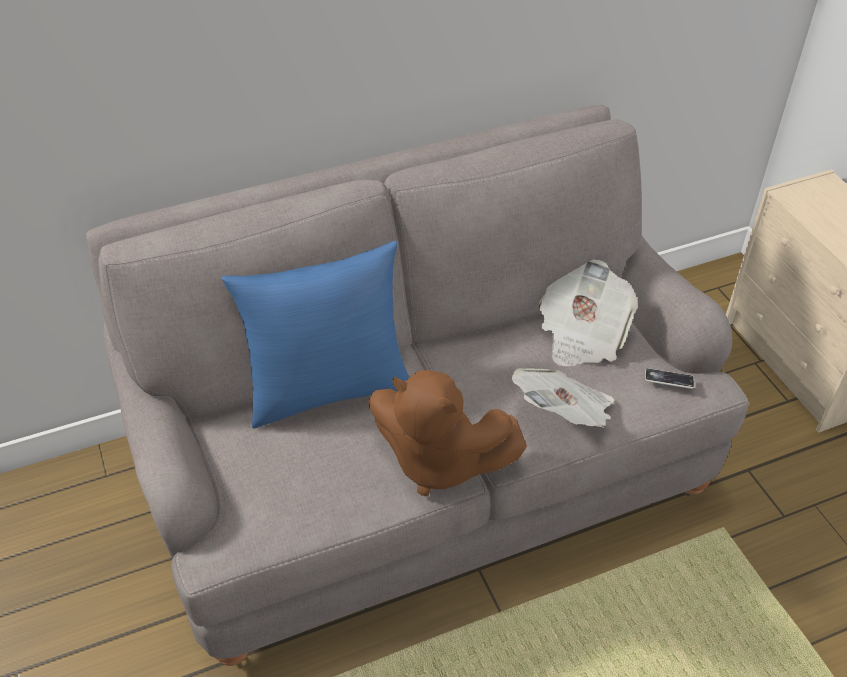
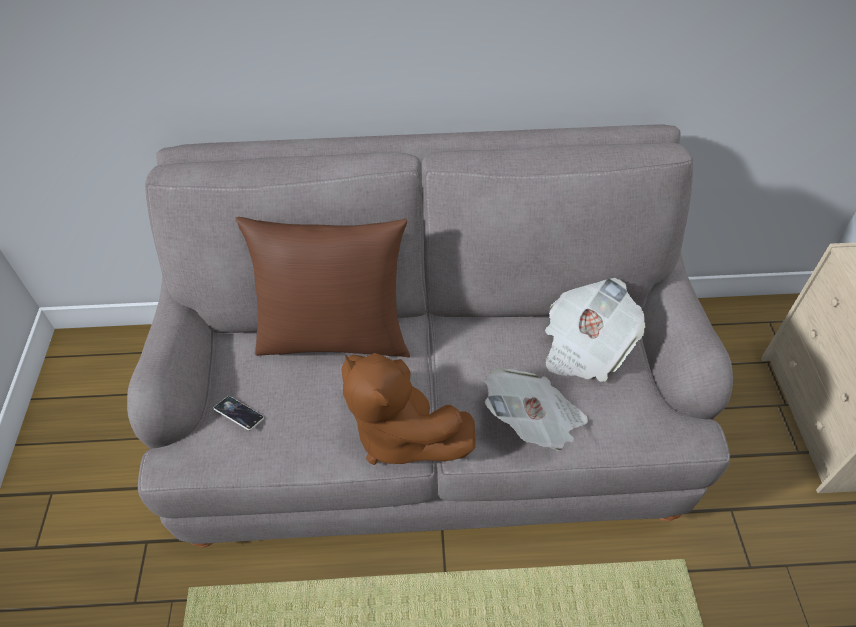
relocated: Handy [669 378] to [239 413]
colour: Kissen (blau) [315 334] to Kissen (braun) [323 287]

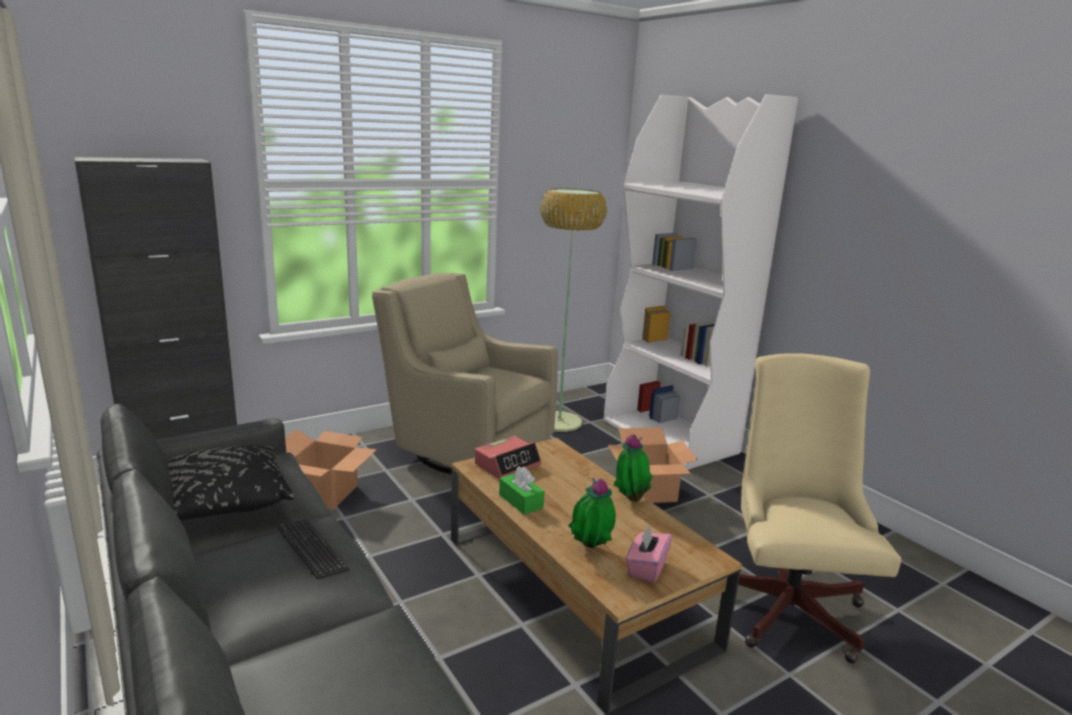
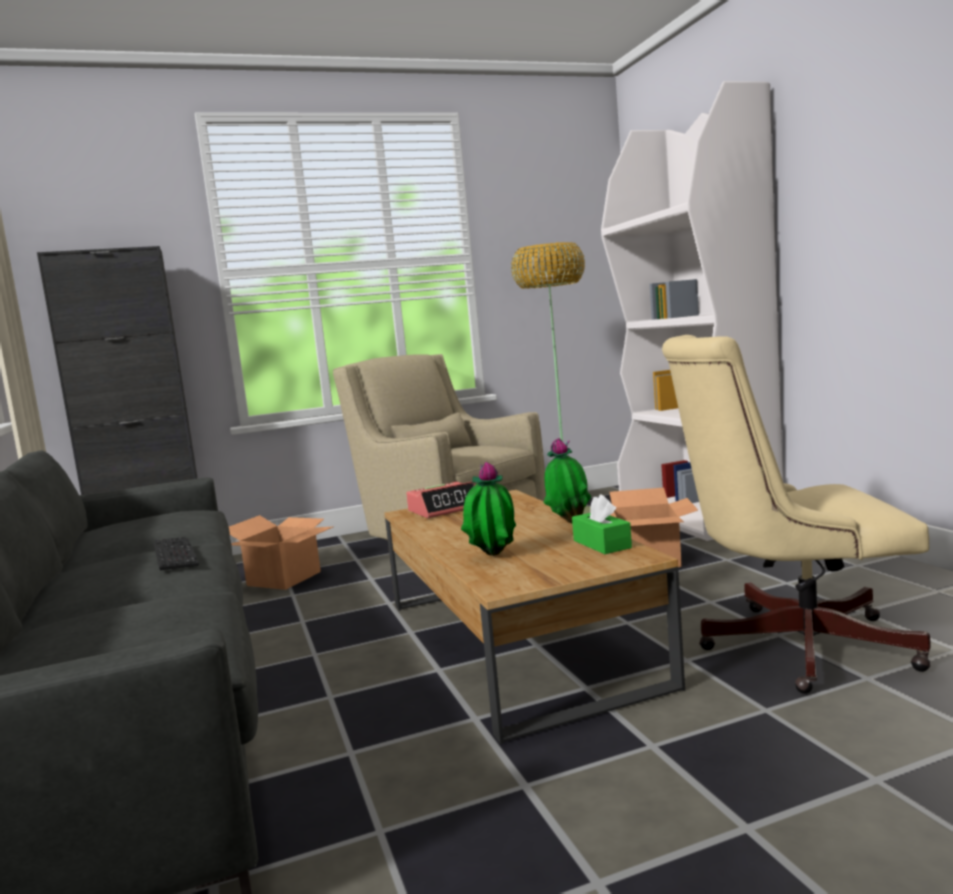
missing: Kissen (schwarz) [231 483]; Taschentuchbox (rosa) [649 554]
relocated: Taschentuchbox (grün) [521 490] to [602 524]
spun: Bürostuhl (beige) [820 508] = [796 514] 105 degrees counterclockwise

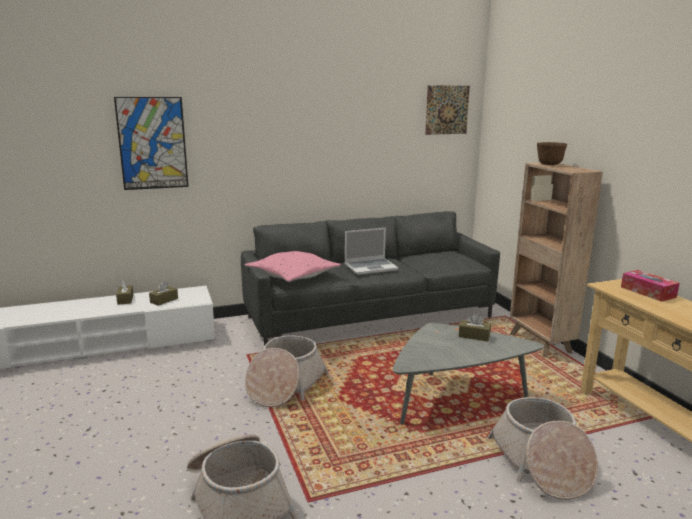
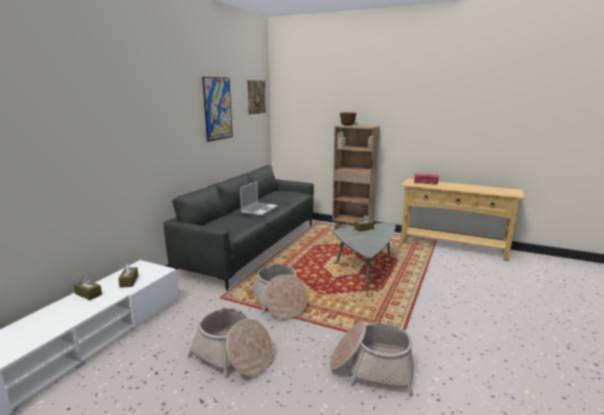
missing: Kissen (rosa) [293 266]
relocated: Bild [151 143] to [217 109]; Korb [542 448] to [230 343]

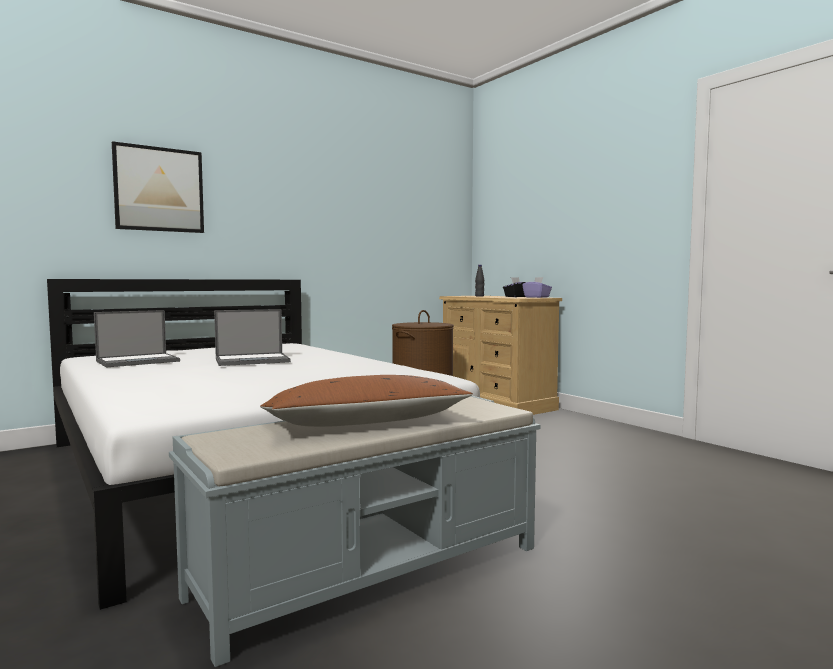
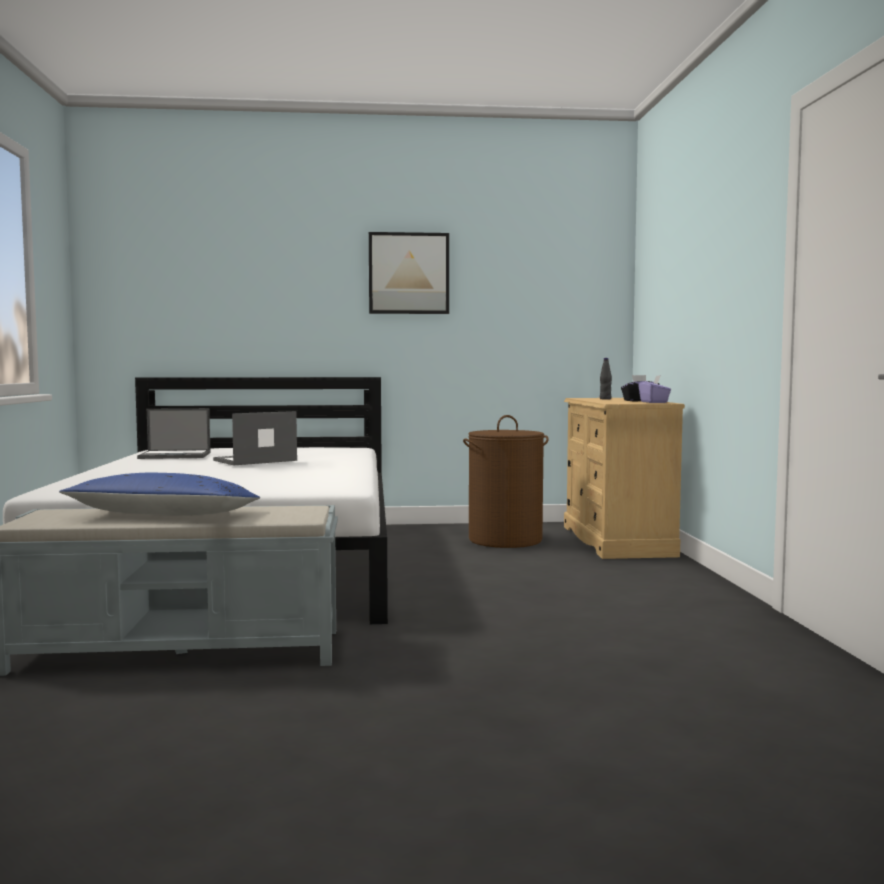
relocated: Bild [158 187] to [409 273]
colour: Kissen (braun) [366 401] to Kissen (blau) [159 494]
spun: Laptop [252 337] = [255 438] 135 degrees clockwise

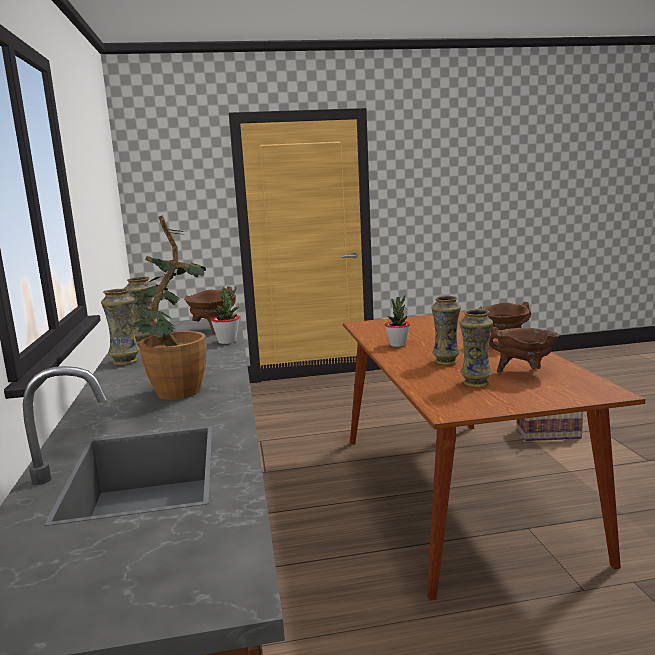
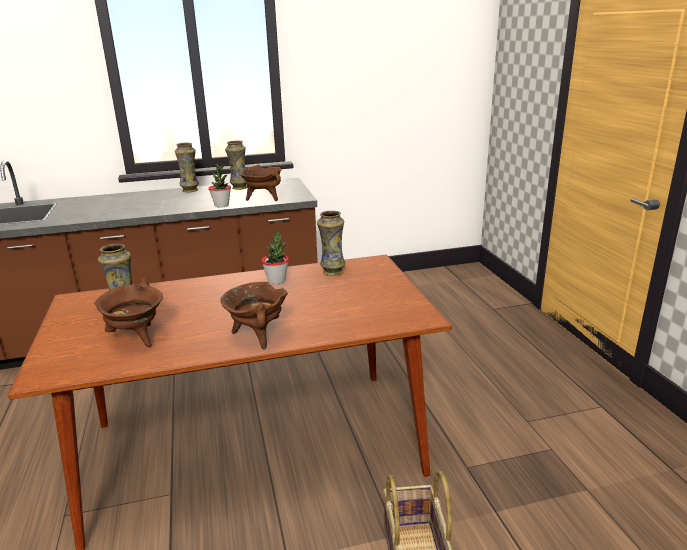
missing: Topfpflanze [168 307]
relocated: Vase [446 330] to [331 243]

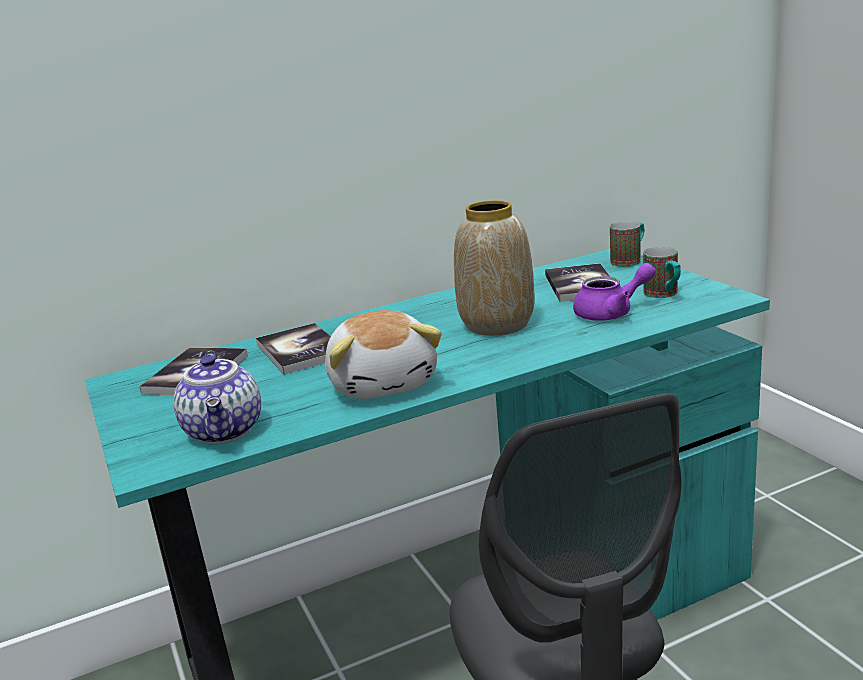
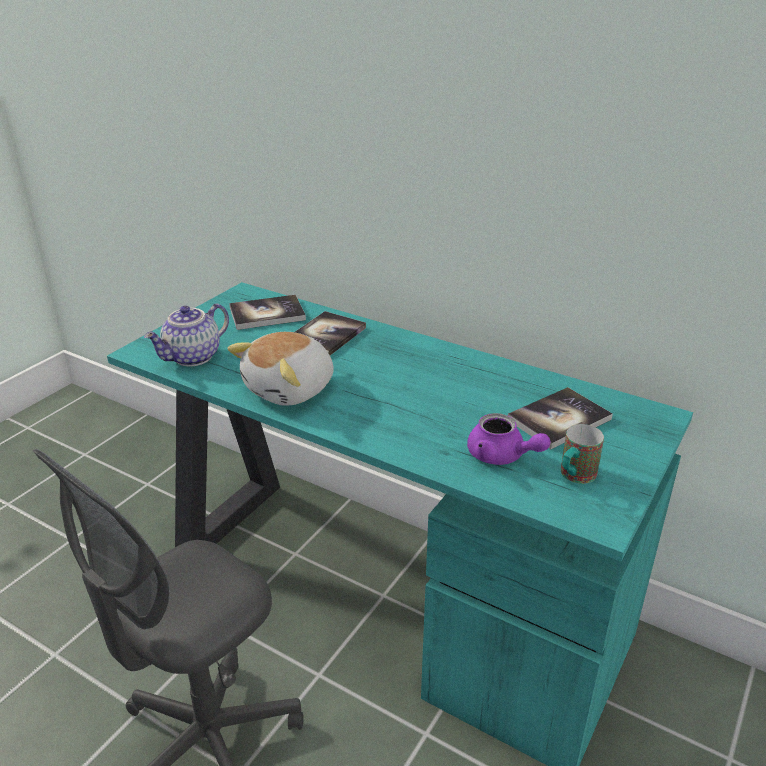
missing: Vase [494 268]; Henkelbecher [627 244]

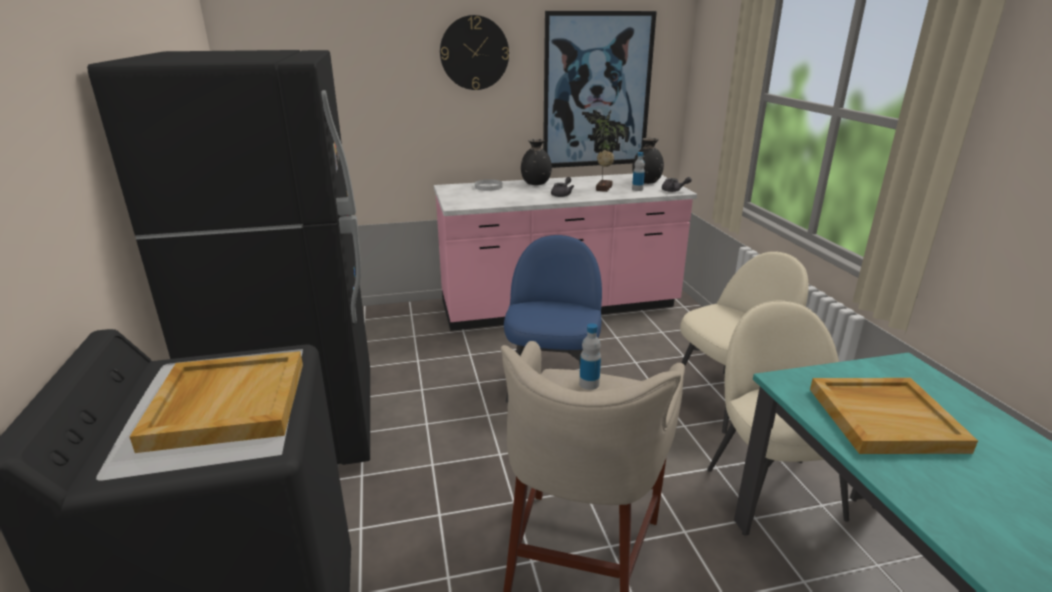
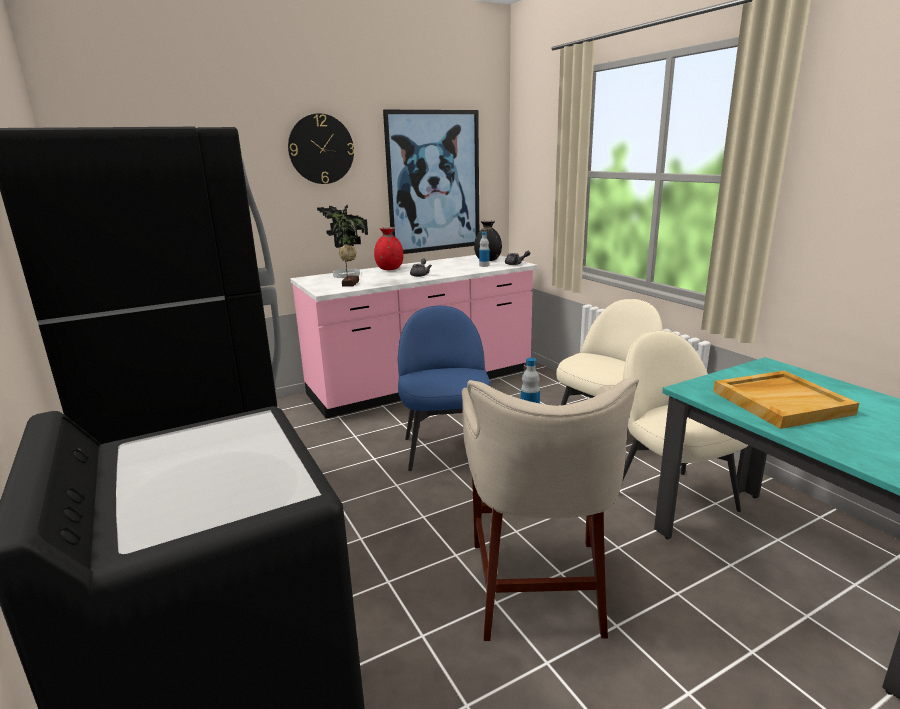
missing: Tablett (beige) [216 402]
relocated: Topfpflanze [605 151] to [342 246]
colour: Vase (schwarz) [536 162] to Vase (rot) [389 248]

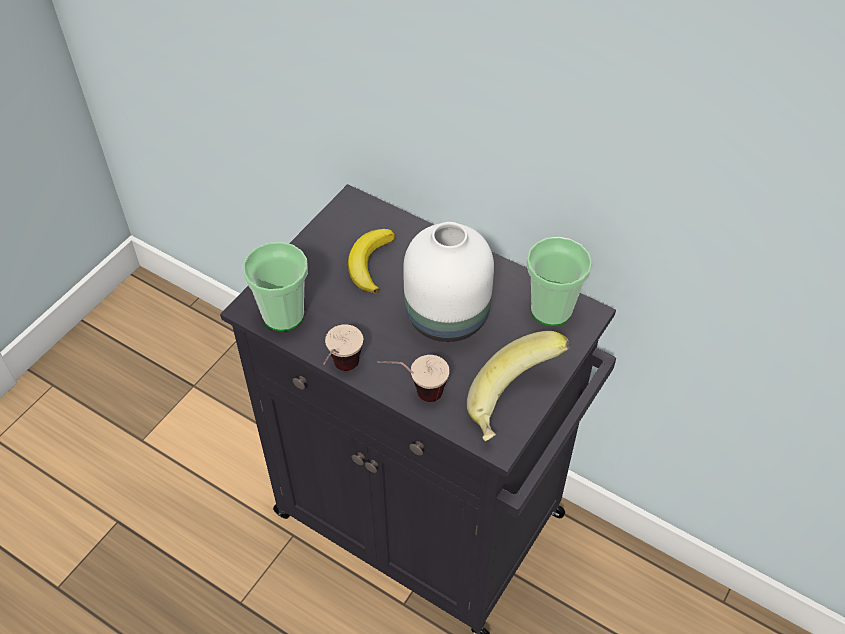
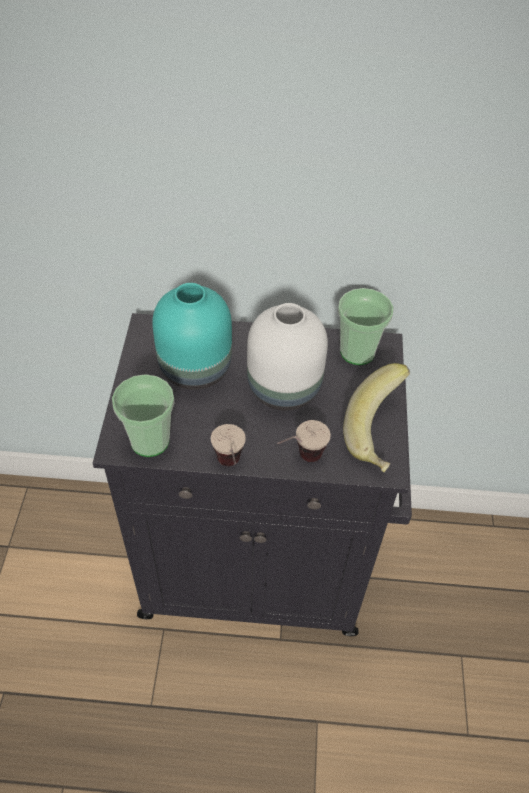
exchanged: Banane [371 261] to Vase (türkis) [192 336]

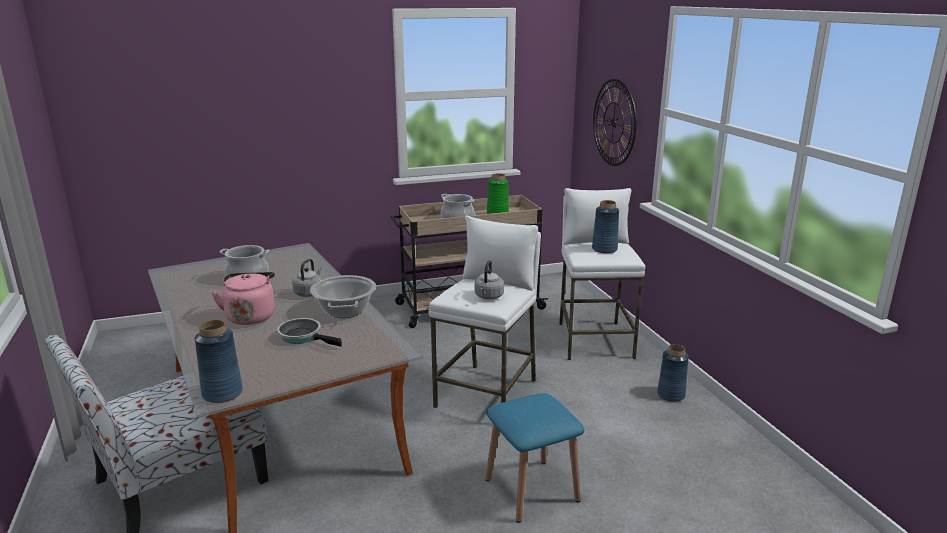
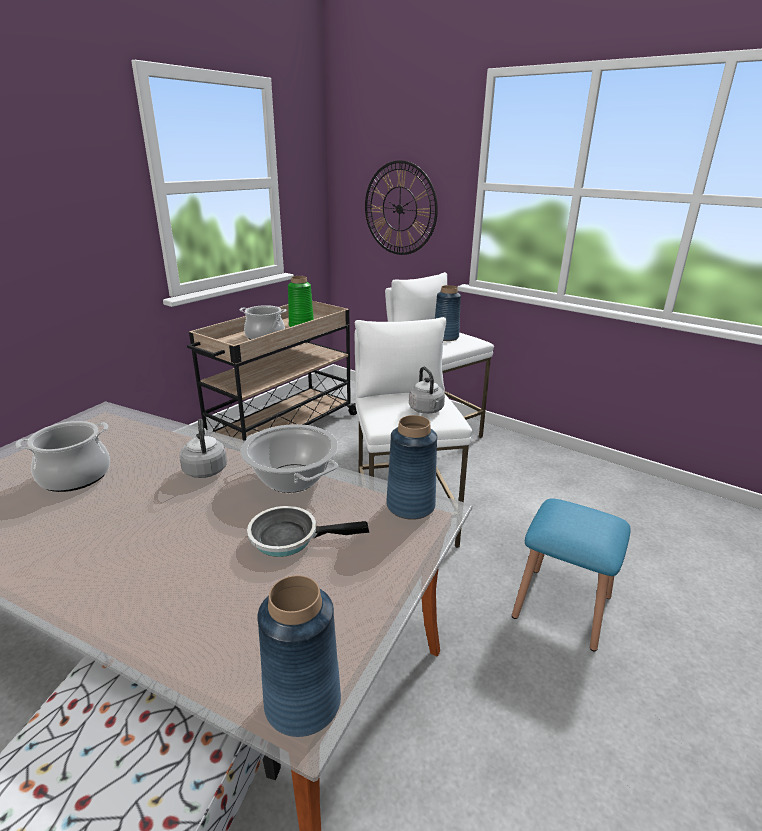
missing: Wasserkessel (rosa) [243 298]
relocated: Vase (blau) [673 373] to [411 467]

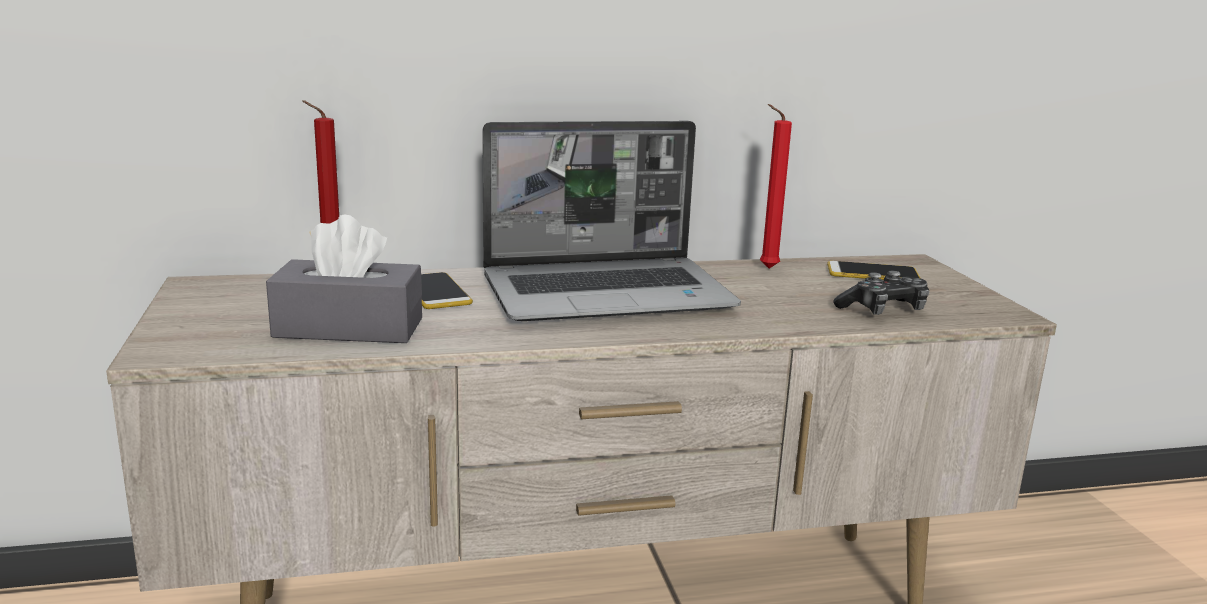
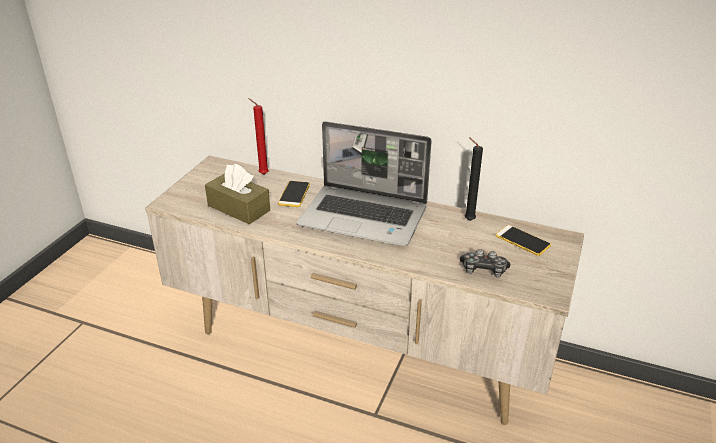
colour: Kerze (rot) [776 186] to Kerze (schwarz) [474 179]; Taschentuchbox (grau) [344 279] to Taschentuchbox (braun) [237 194]

